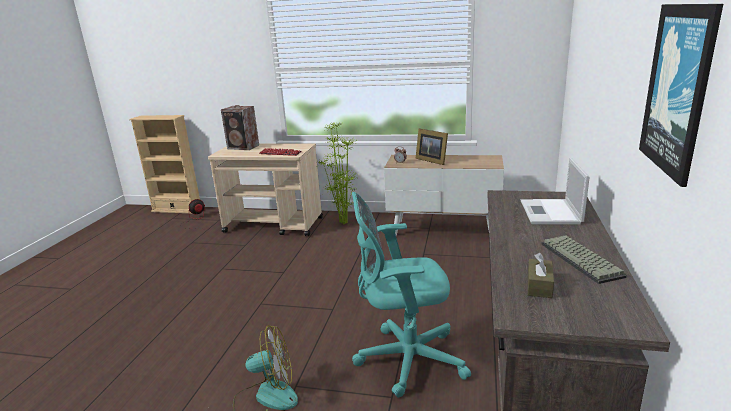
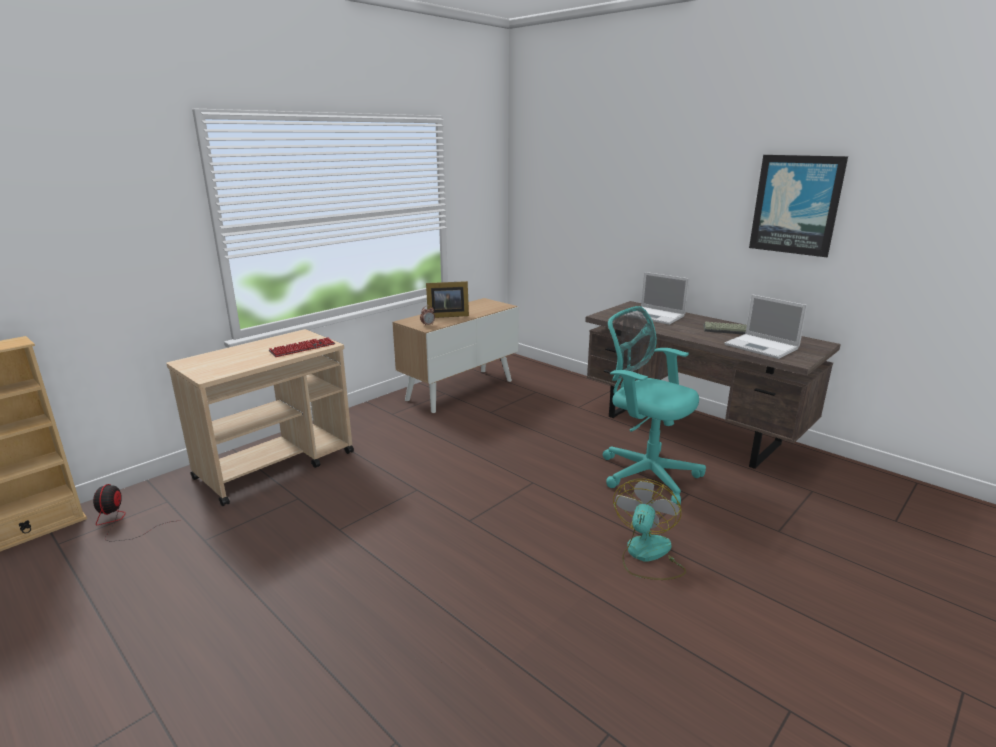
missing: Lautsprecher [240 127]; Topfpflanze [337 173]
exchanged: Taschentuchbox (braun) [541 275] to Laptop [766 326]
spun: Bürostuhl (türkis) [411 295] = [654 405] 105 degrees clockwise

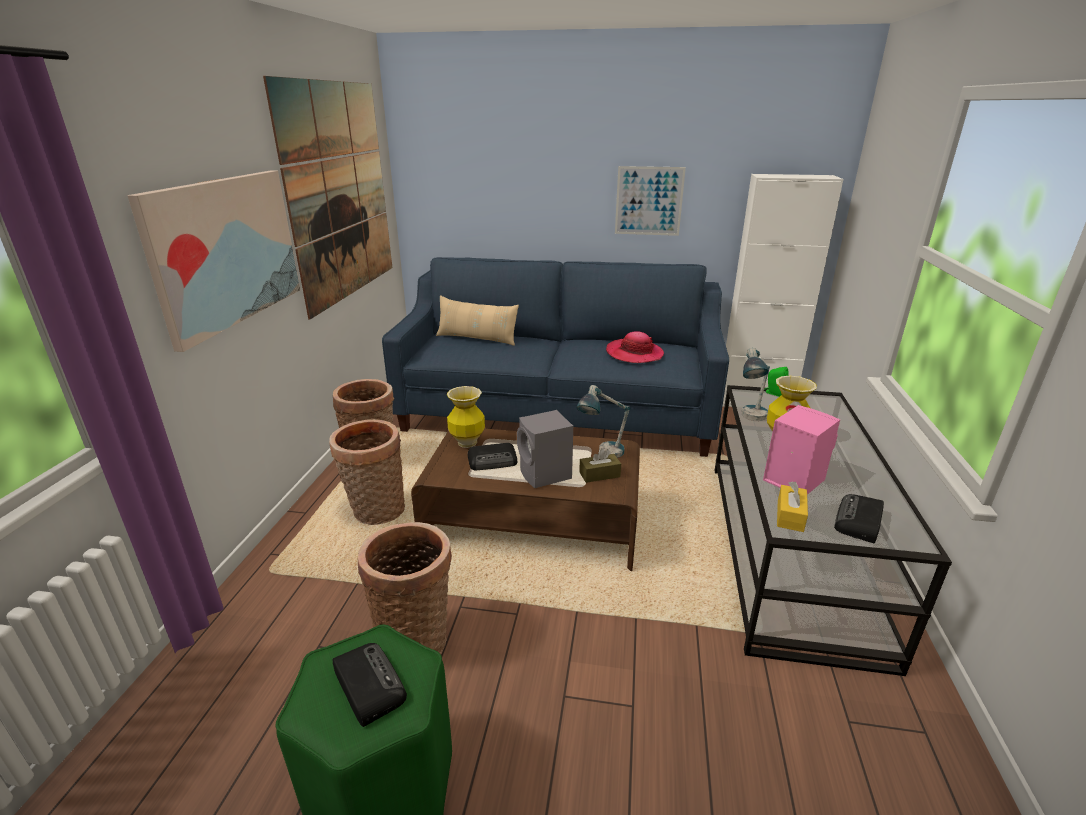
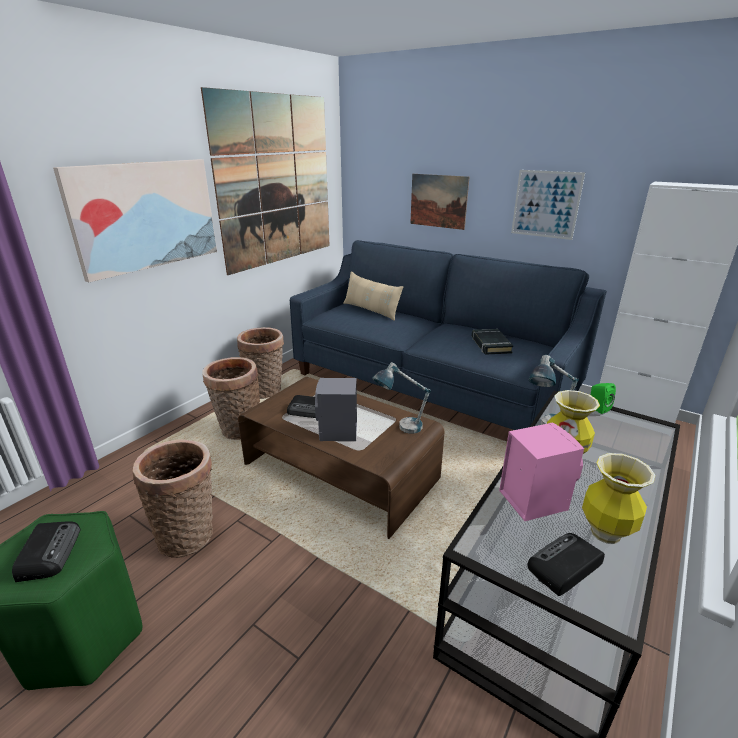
missing: Taschentuchbox (braun) [600 465]; Taschentuchbox (gelb) [792 506]
appeared: Bild [439 202]
relocated: Vase [466 417] to [618 498]
exchanged: Hut [635 347] to Buch (schwarz) [492 342]

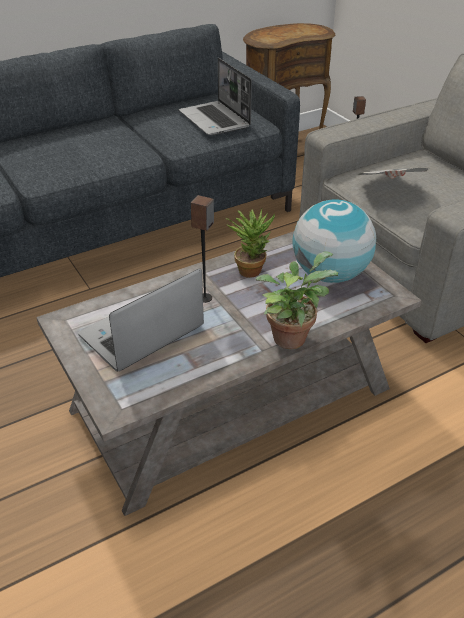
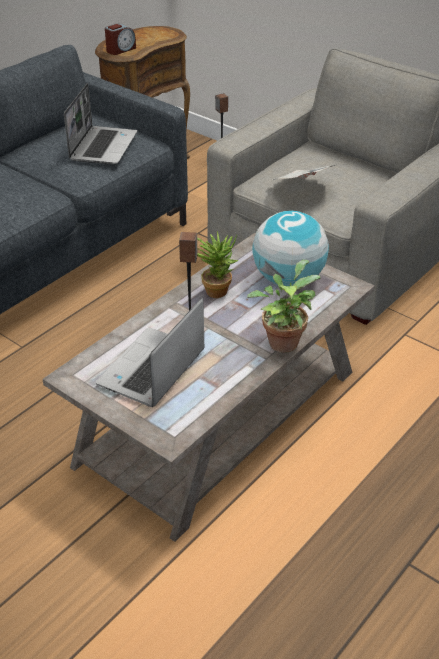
appeared: Wecker [120 39]
spun: Laptop [215 96] = [100 123] 120 degrees counterclockwise

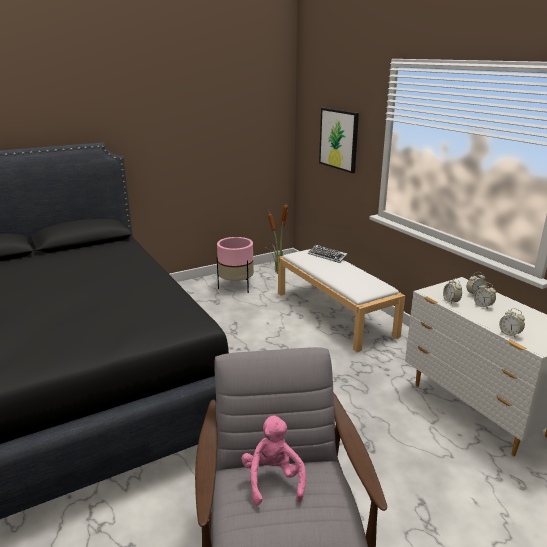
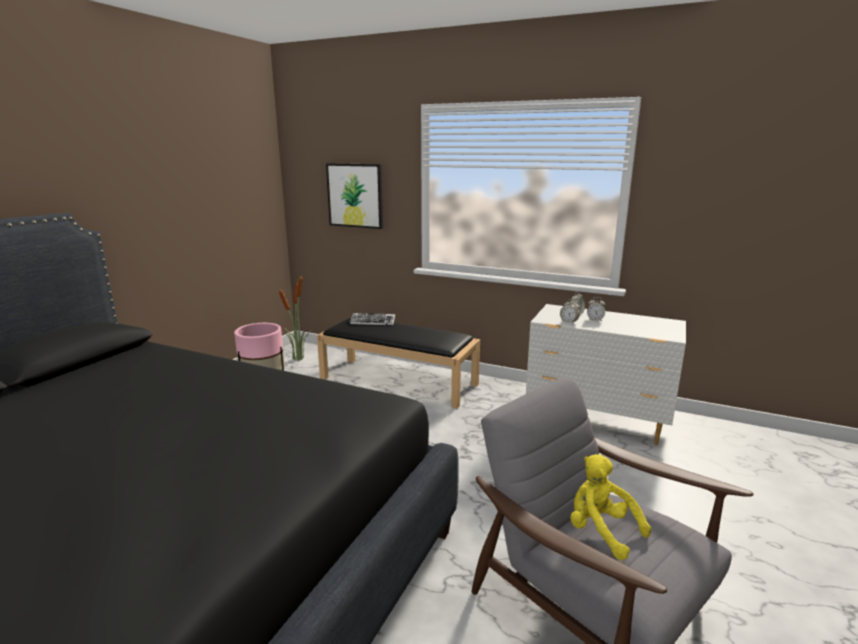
missing: Wecker [512 322]
colour: Bank (weiß) [341 300] to Bank (schwarz) [398 363]; Plüschtier (rosa) [273 461] to Plüschtier (gelb) [610 507]

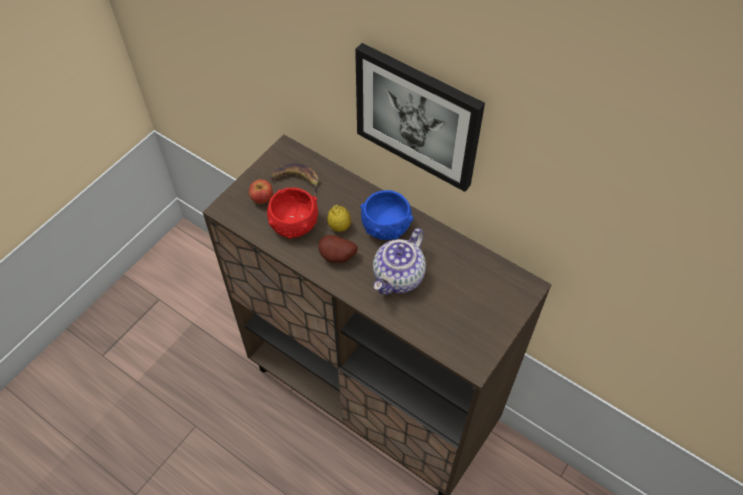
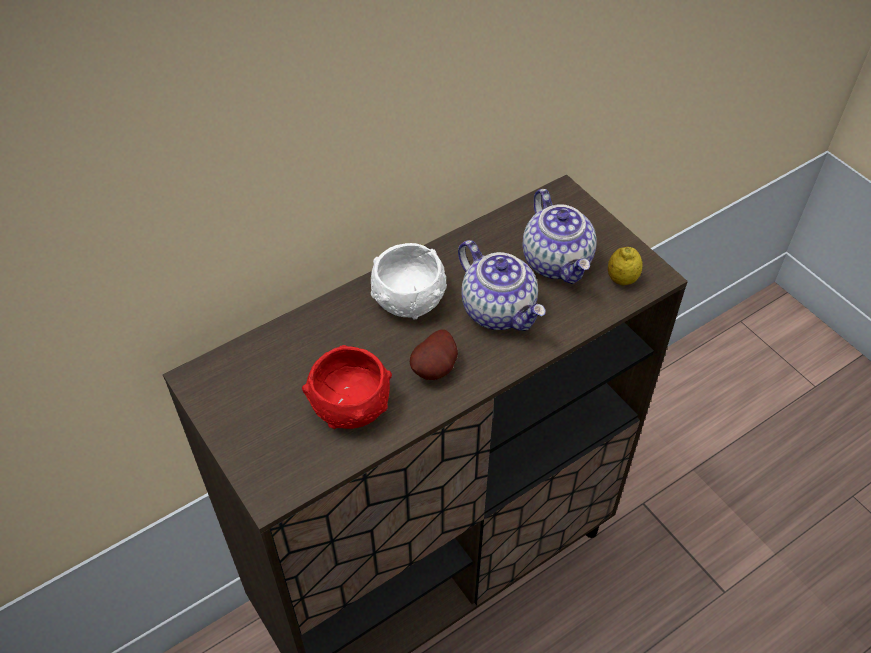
missing: Bild [420 117]; Banane [294 179]; Apfel [261 191]
appeared: Teekanne [560 236]
relocated: Zitrone [339 218] to [625 266]
colour: Schüssel (blau) [386 215] to Schüssel (weiß) [409 281]

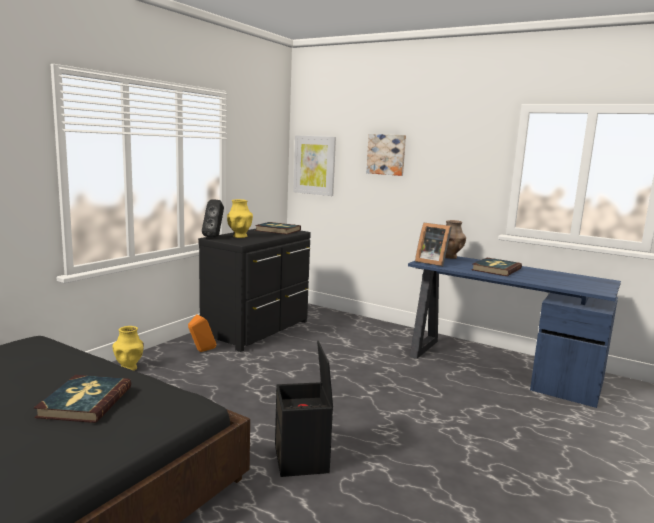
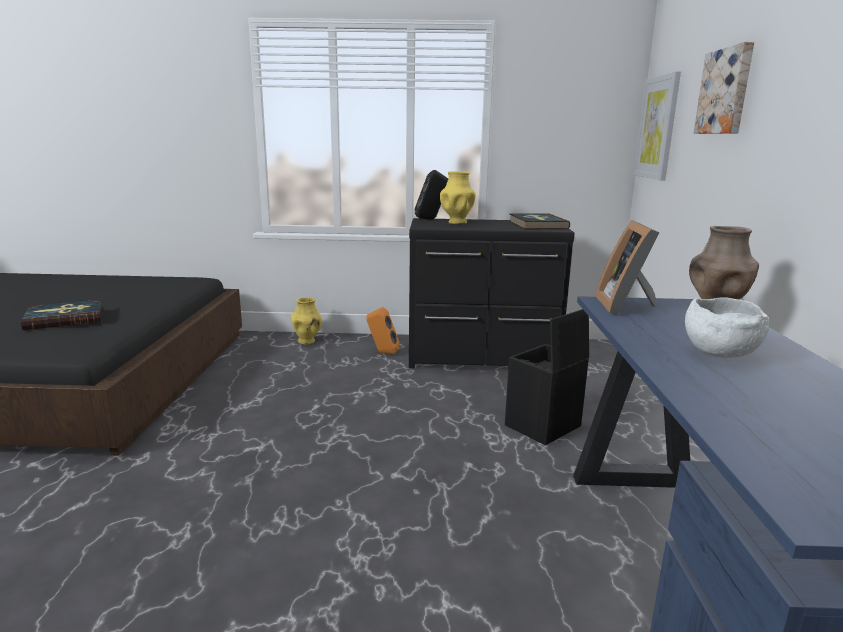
relocated: Aufbewahrungsbox (schwarz) [304 409] to [547 377]
exchanged: Buch [496 267] to Schüssel (weiß) [727 327]

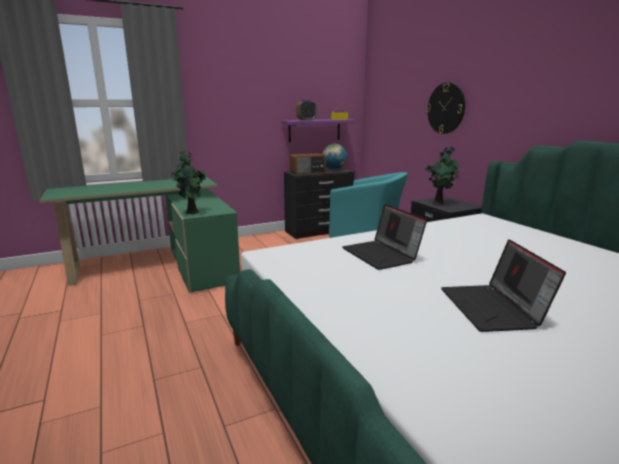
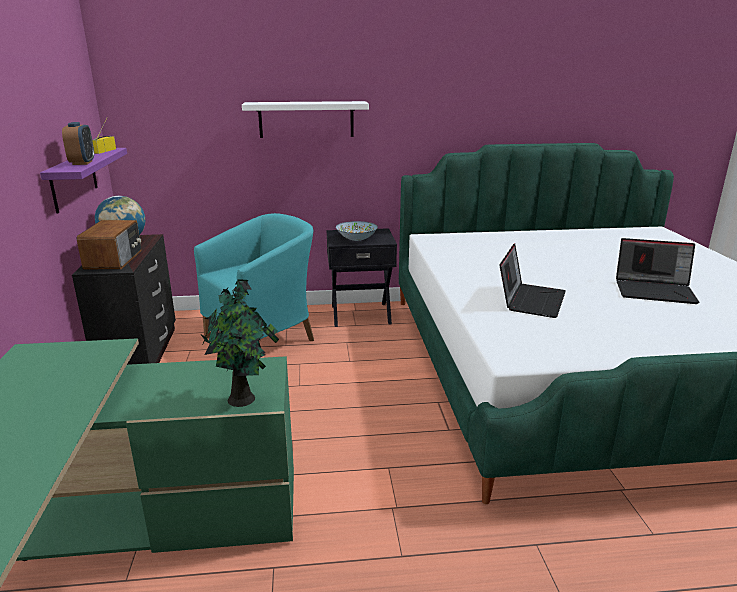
exchanged: Wanduhr [445 108] to Wandregal (weiß) [305 119]; Topfpflanze [442 176] to Schüssel [357 231]
spun: Laptop [385 237] = [533 280] 60 degrees counterclockwise

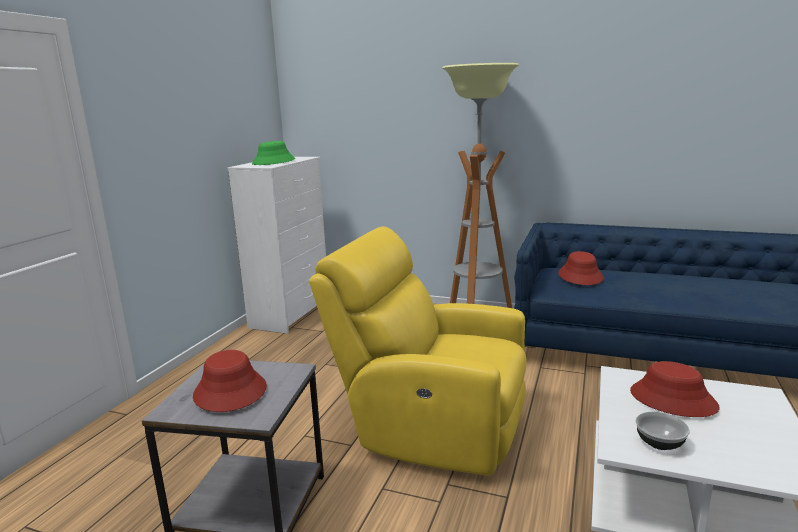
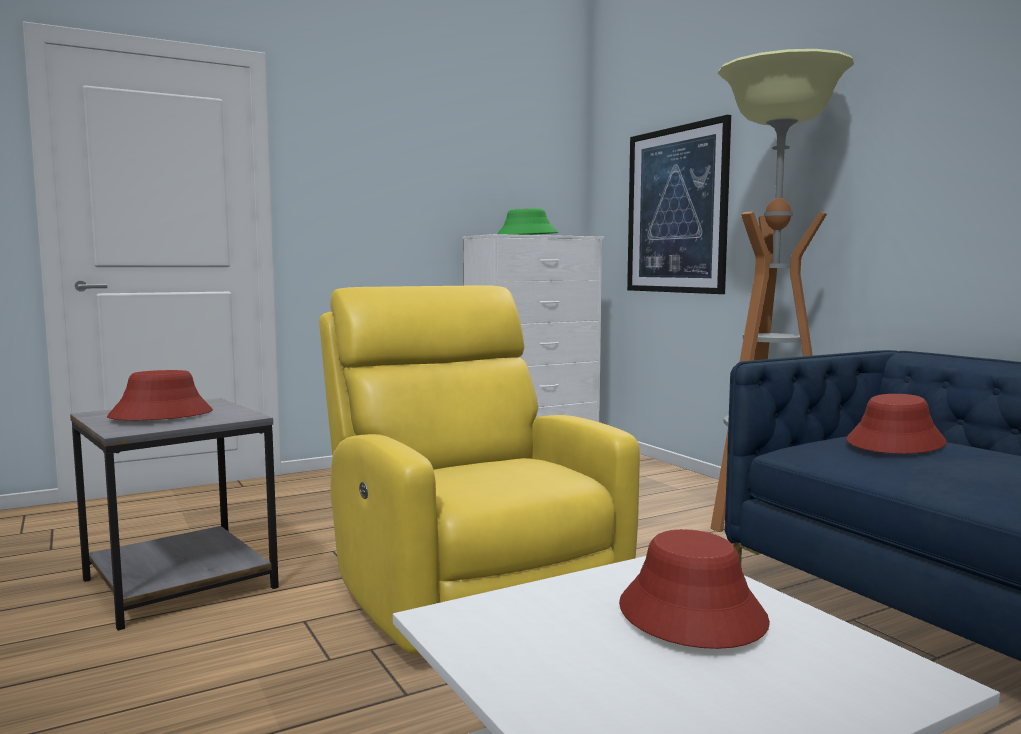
missing: Schüssel [662 431]
appeared: Bild [679 204]

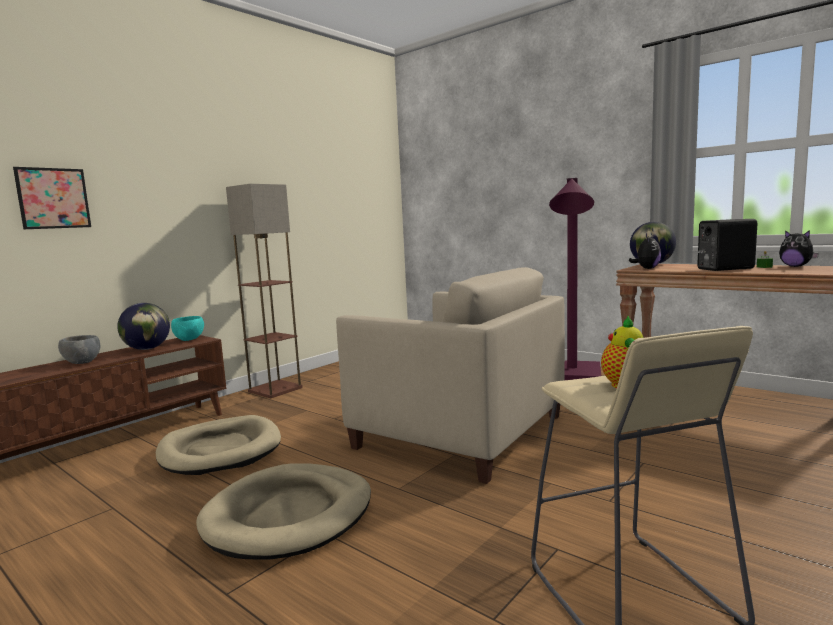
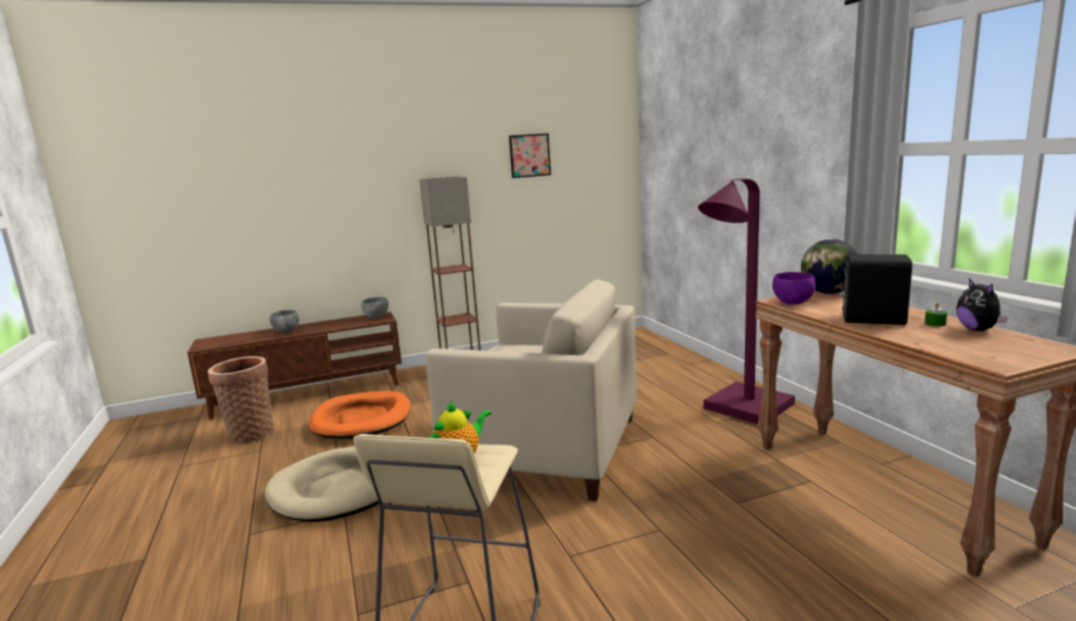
missing: Globus [143 326]
appeared: Korb [241 400]
relocated: Bild [52 198] to [530 155]
exchanged: Plüschtier [645 252] to Schüssel (lila) [794 288]
colour: Schüssel (türkis) [187 328] to Schüssel (grau) [375 308]; Hundebett (beige) [218 445] to Hundebett (orange) [360 415]
spun: Sessel (beige) [450 375] = [531 390] 45 degrees counterclockwise

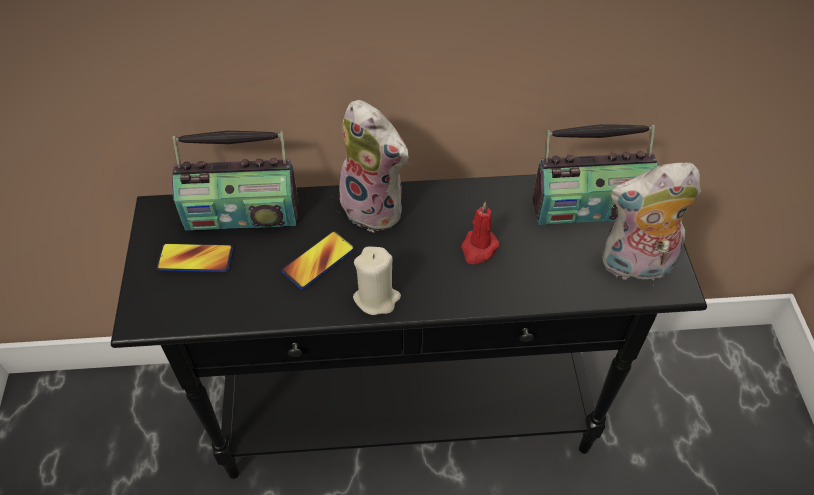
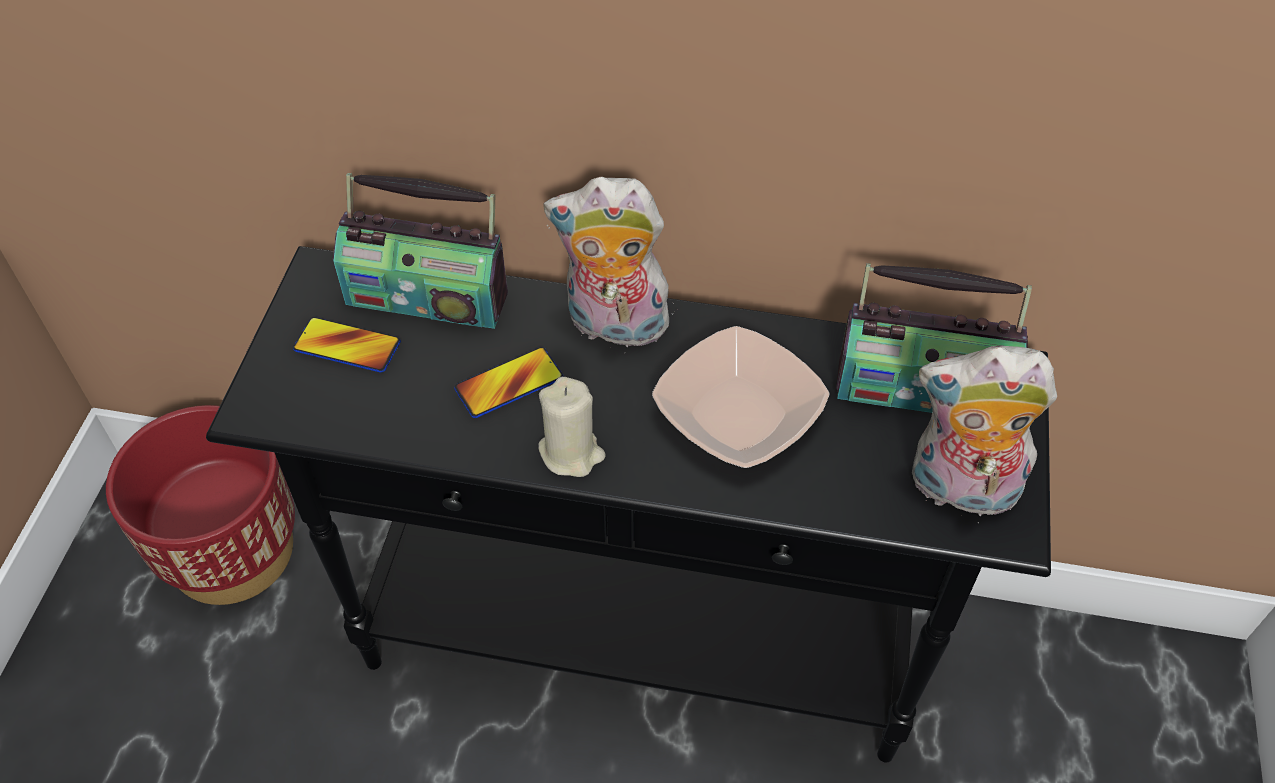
appeared: Pflanzkübel (rot) [200 505]
exchanged: Kerze (rot) [480 232] to Schüssel [740 397]
spun: Plüschtier [371 166] = [611 265] 135 degrees clockwise

